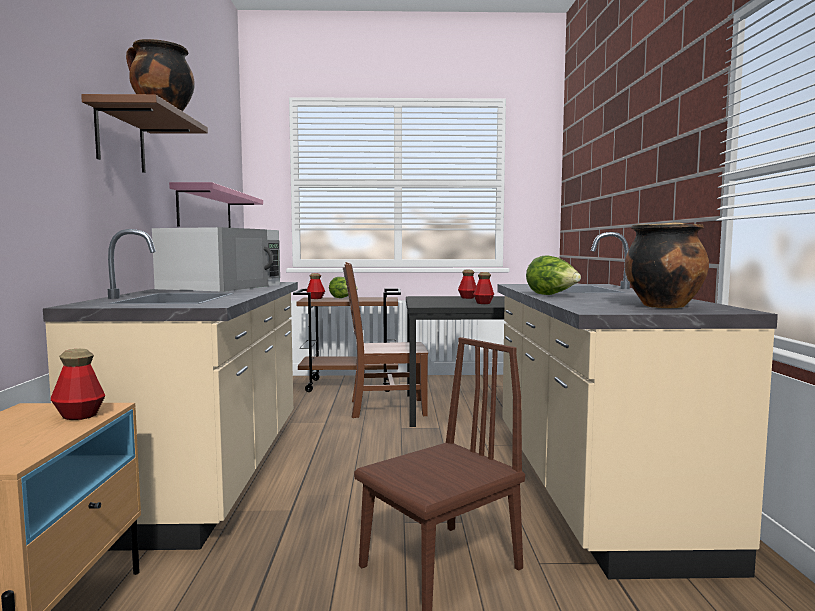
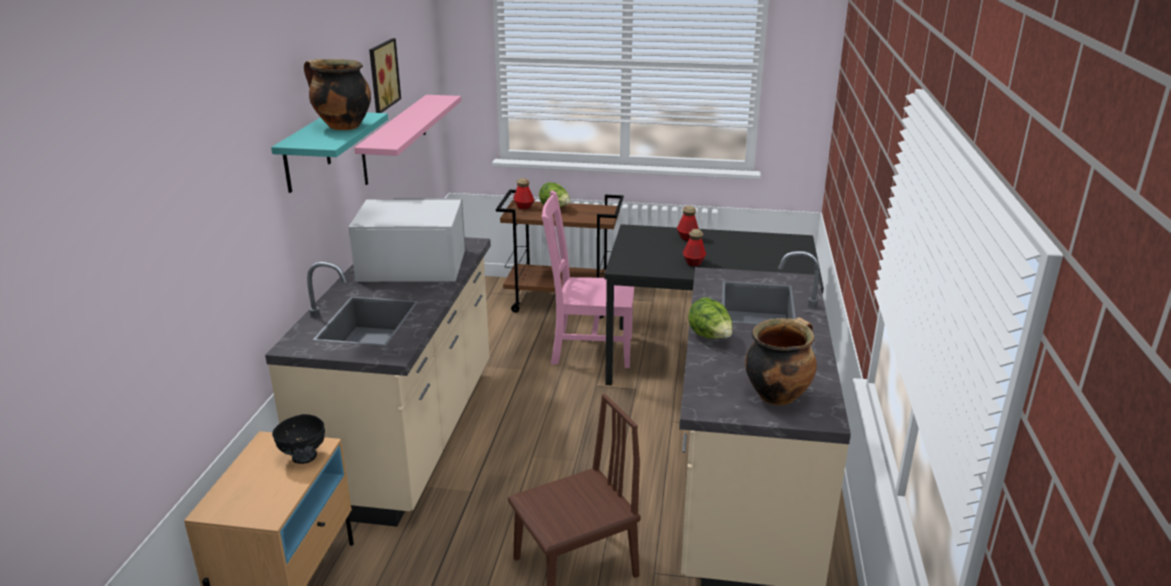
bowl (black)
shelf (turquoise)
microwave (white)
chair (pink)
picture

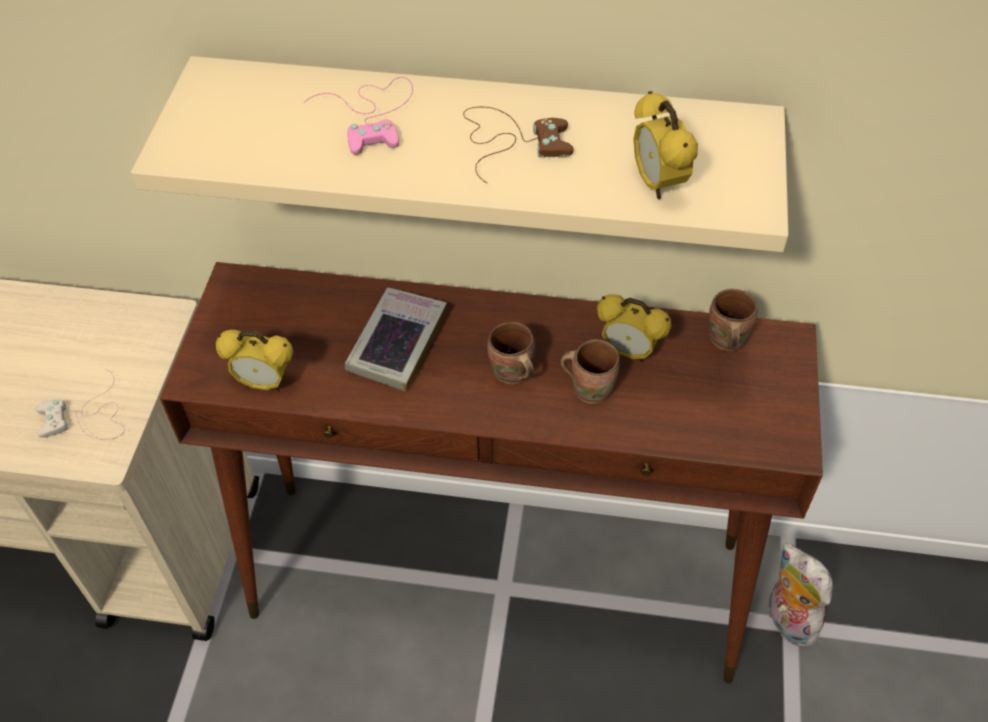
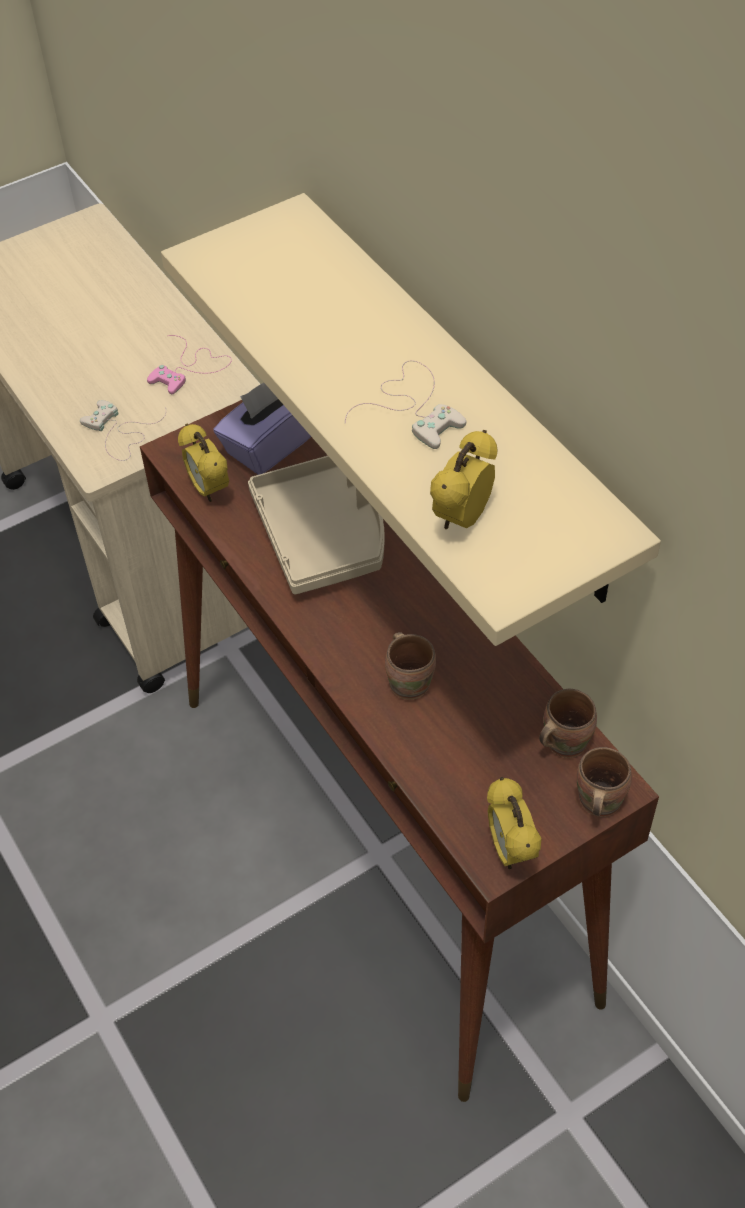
game controller (pink)
tray (beige)
game controller (white) (2nd from left)
mug (brown) (3rd from left)
alarm clock (3rd from left)
plush toy
tissue box (purple)

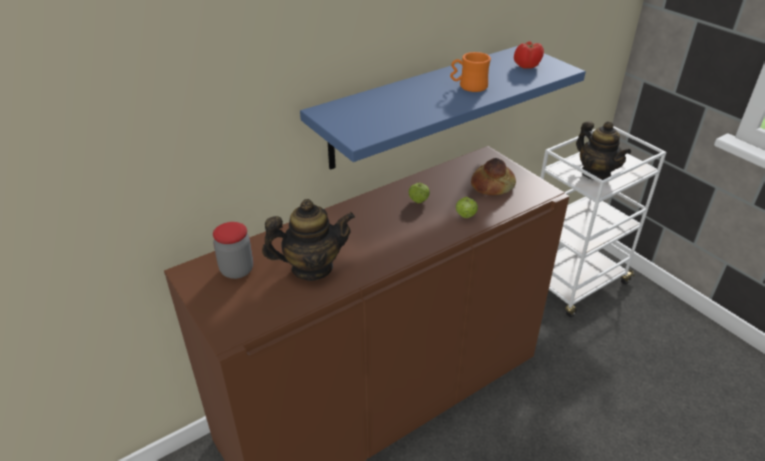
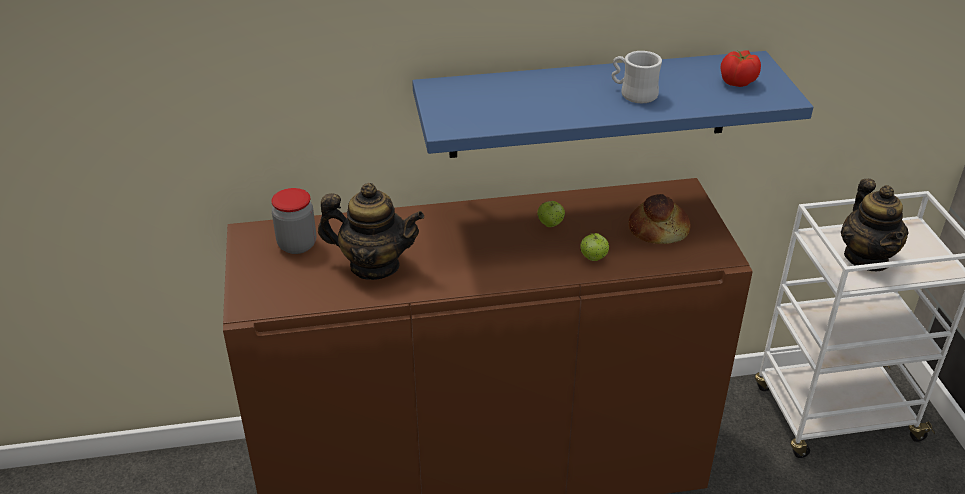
mug (white)

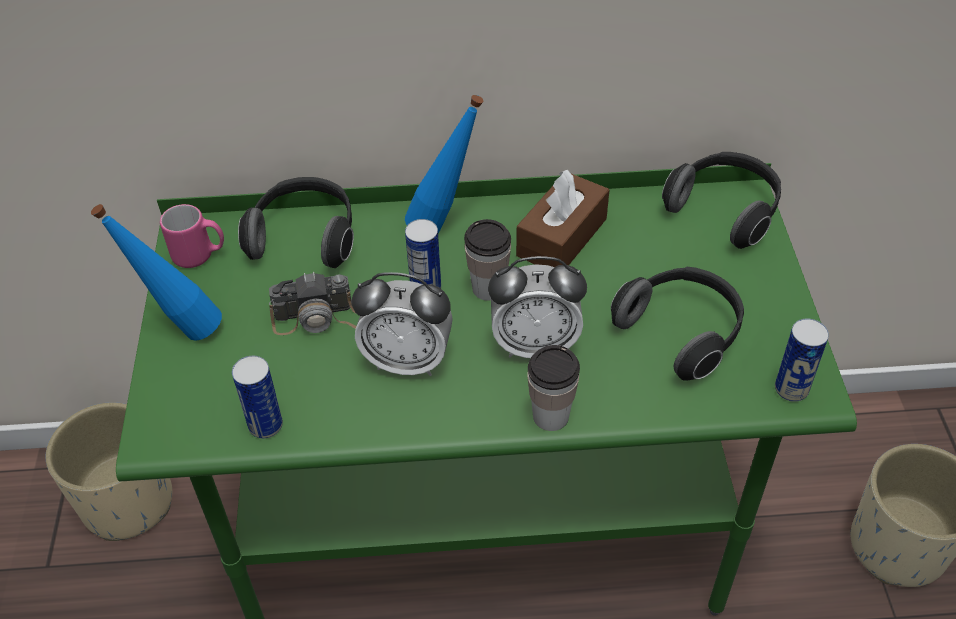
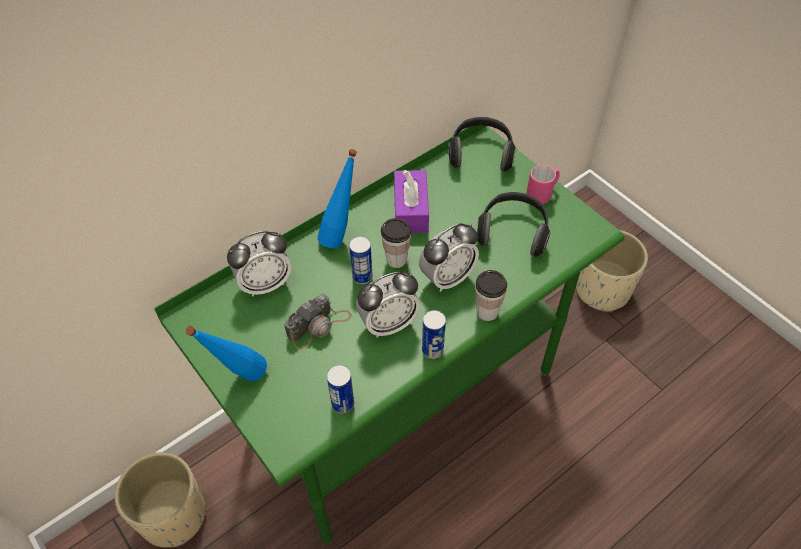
mug (pink)
alarm clock (1st from left)
tissue box (purple)
can (3rd from left)

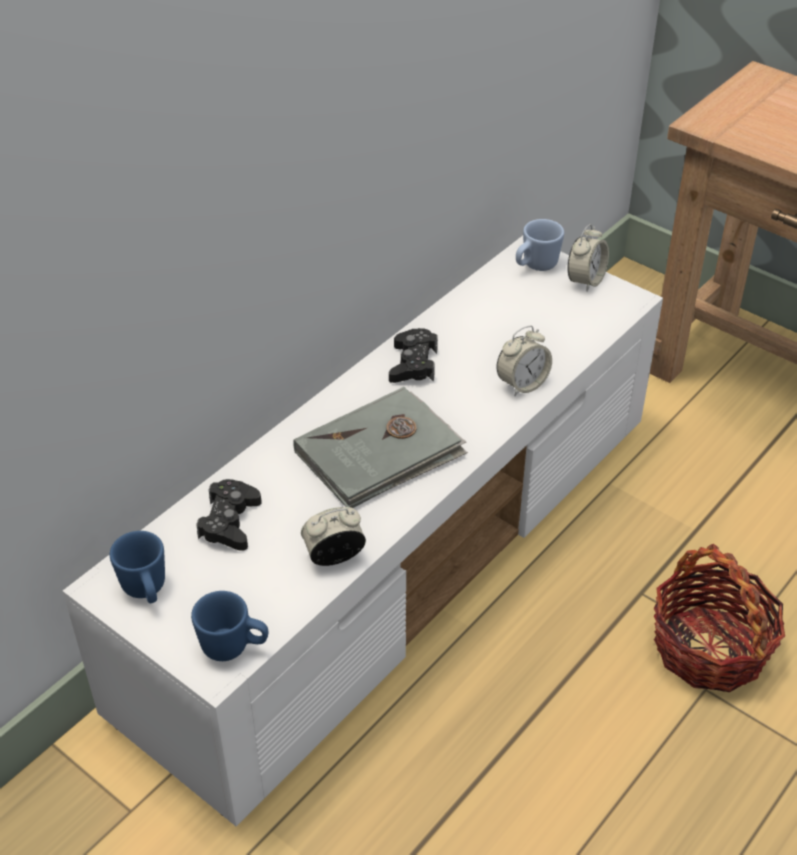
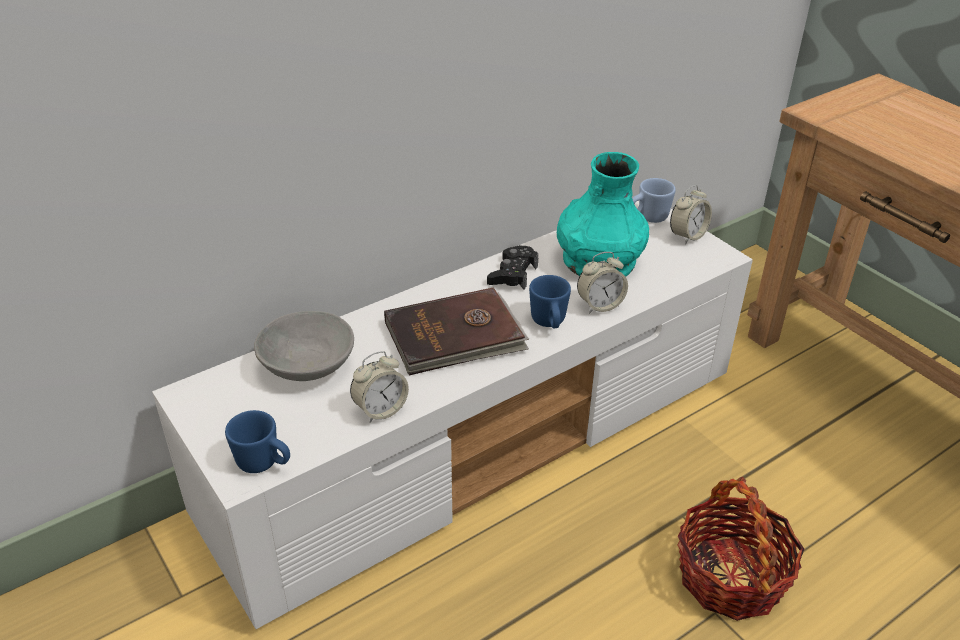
mug (blue) (2nd from left)
bowl (grey)
book (brown)
alarm clock (1st from left)
vase (turquoise)

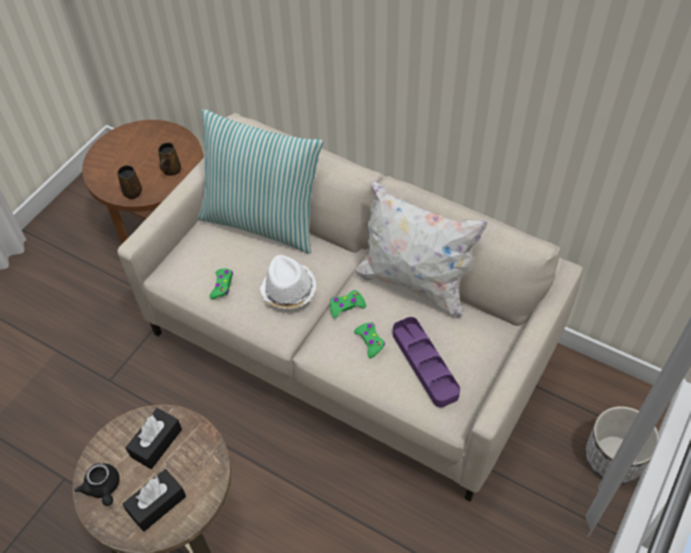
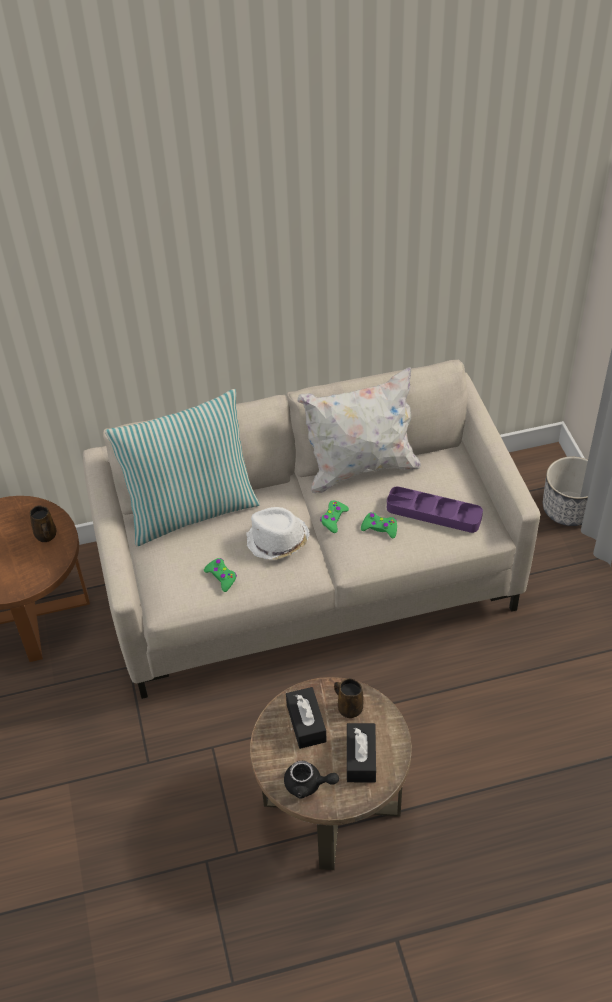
mug (brown) (2nd from left)

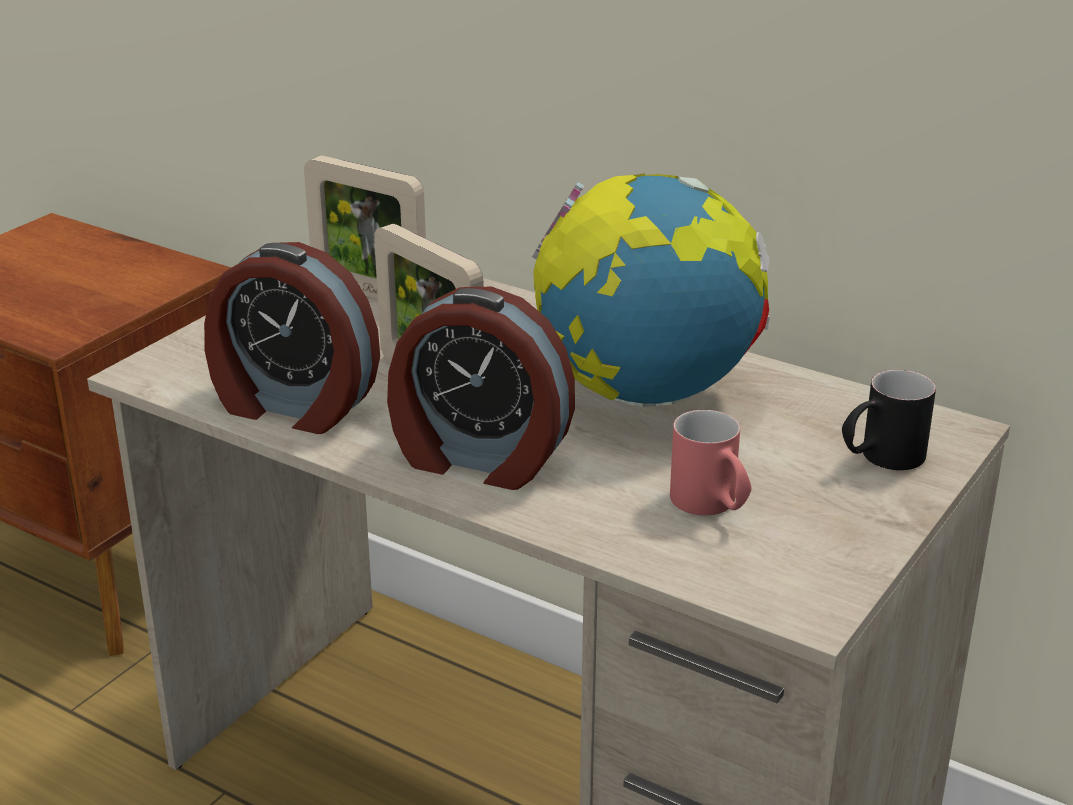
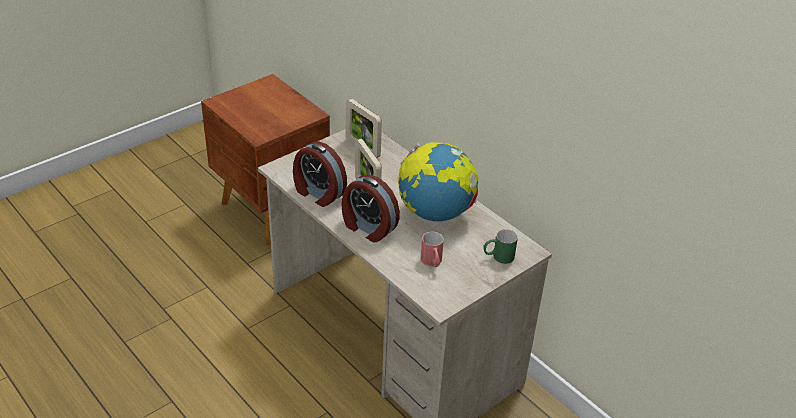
mug (green)

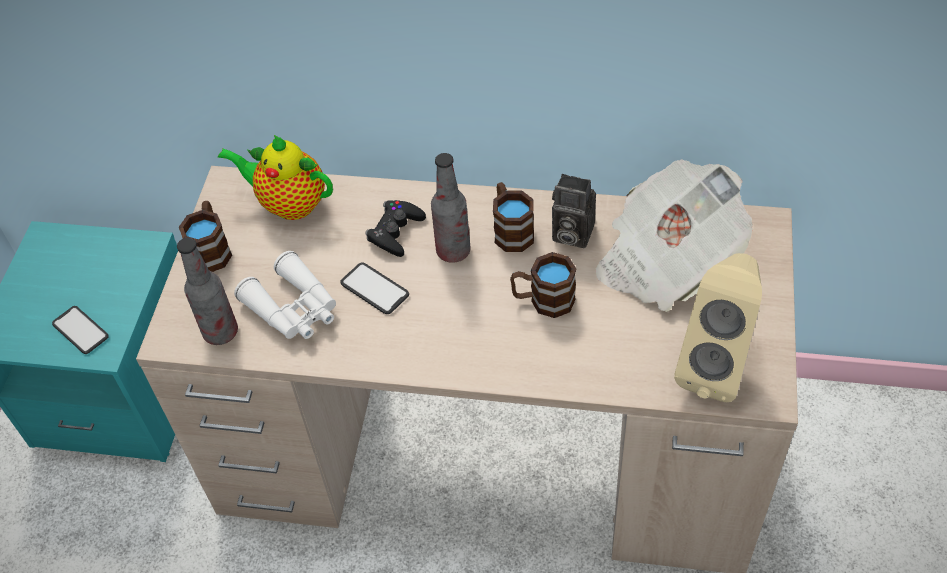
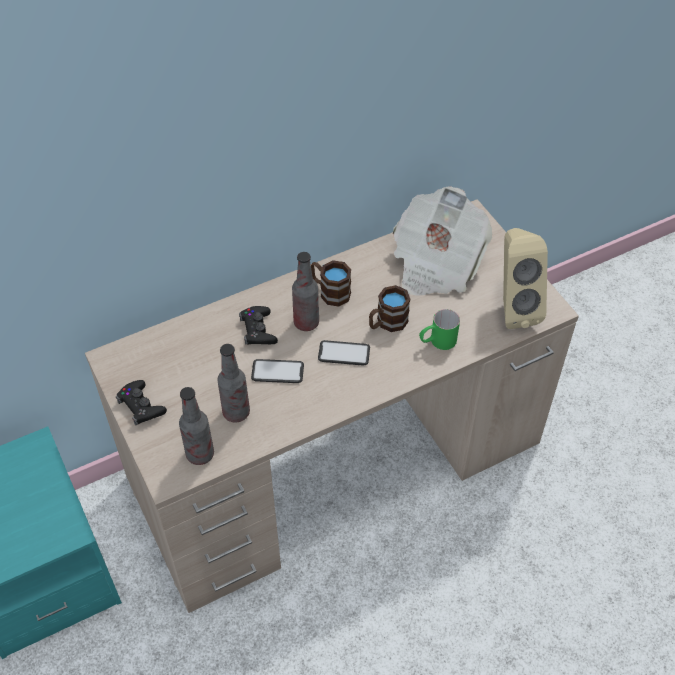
phone (2nd from left)
game controller (black) (1st from left)
teapot
bottle (2nd from left)
photo camera
mug (green)

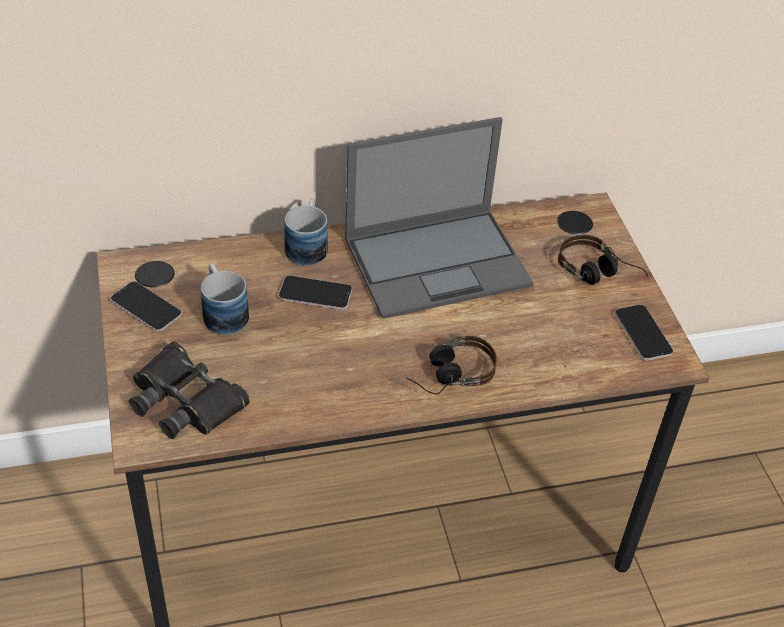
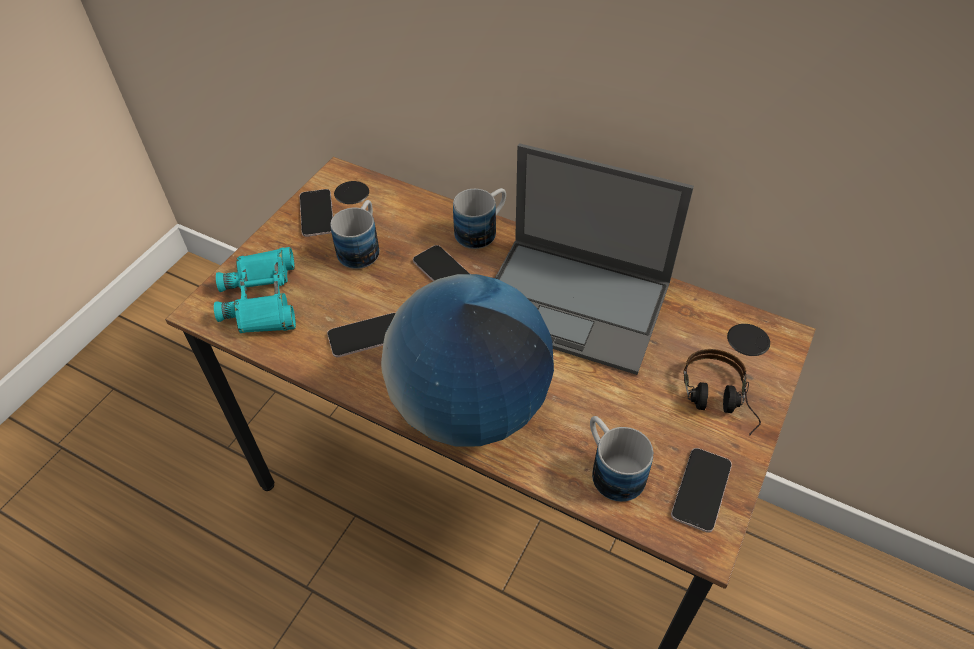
binoculars (turquoise)
globe
phone (2nd from left)
mug (3rd from left)

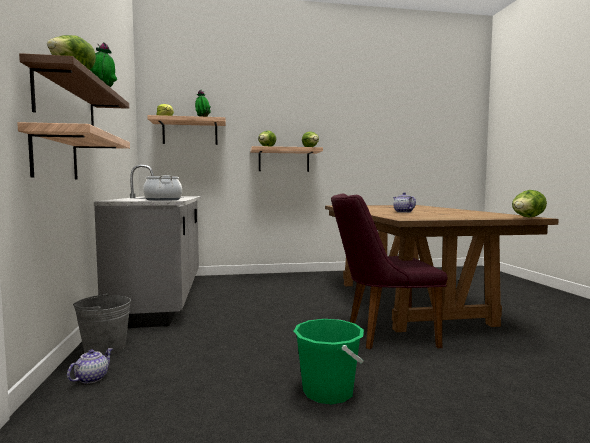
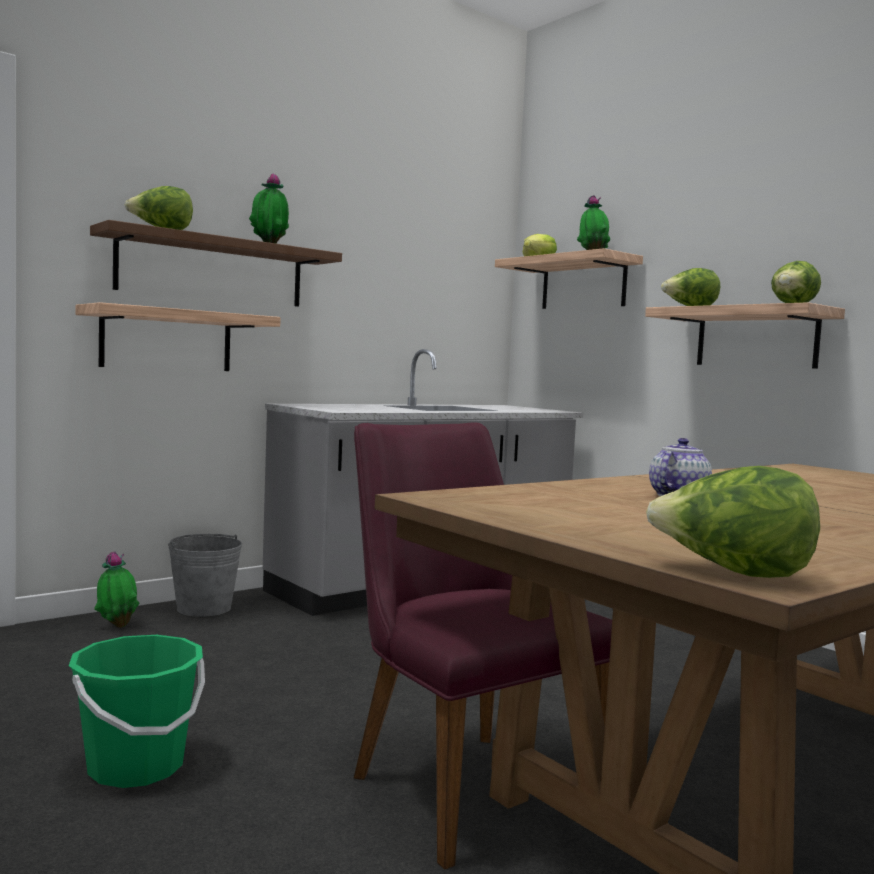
potted plant (1st from left)
cooking pot

